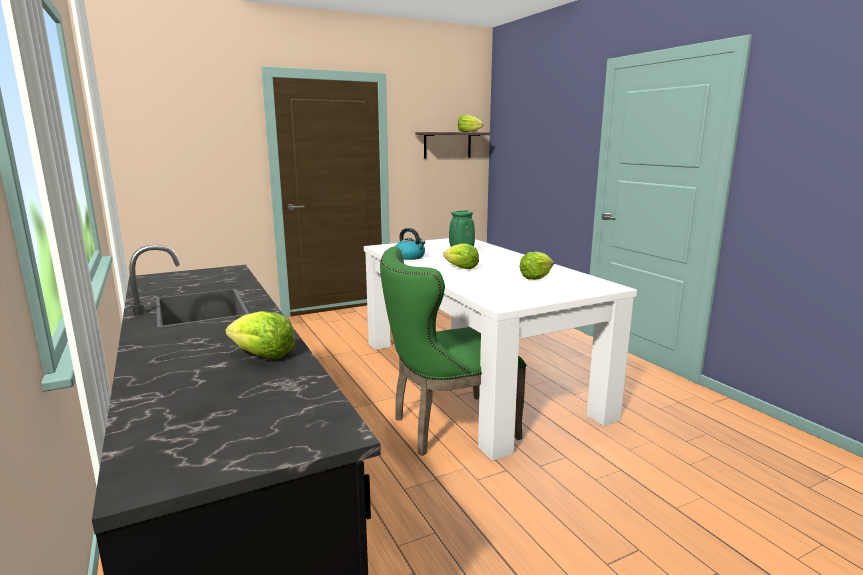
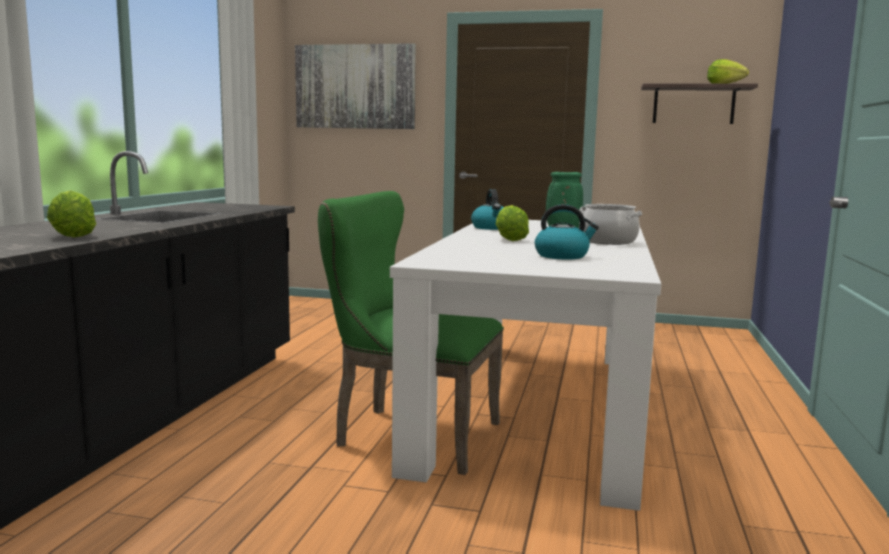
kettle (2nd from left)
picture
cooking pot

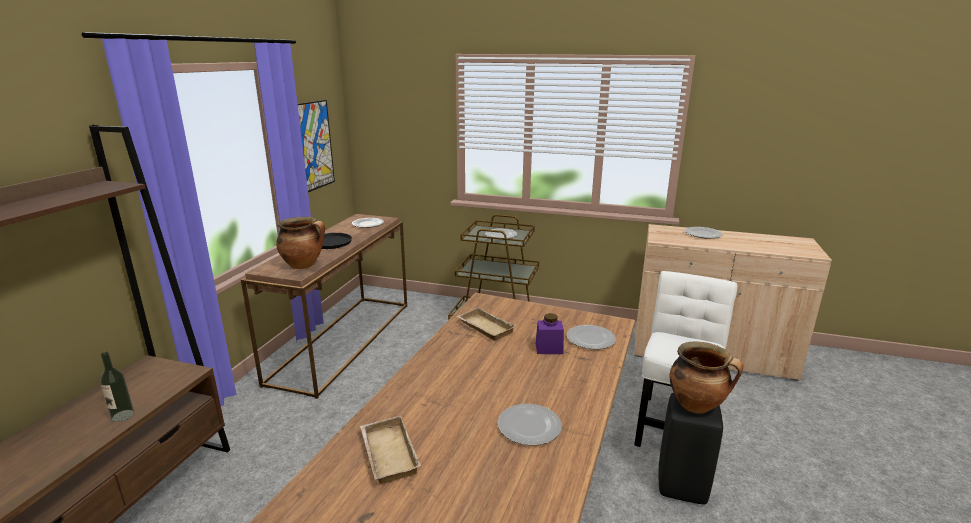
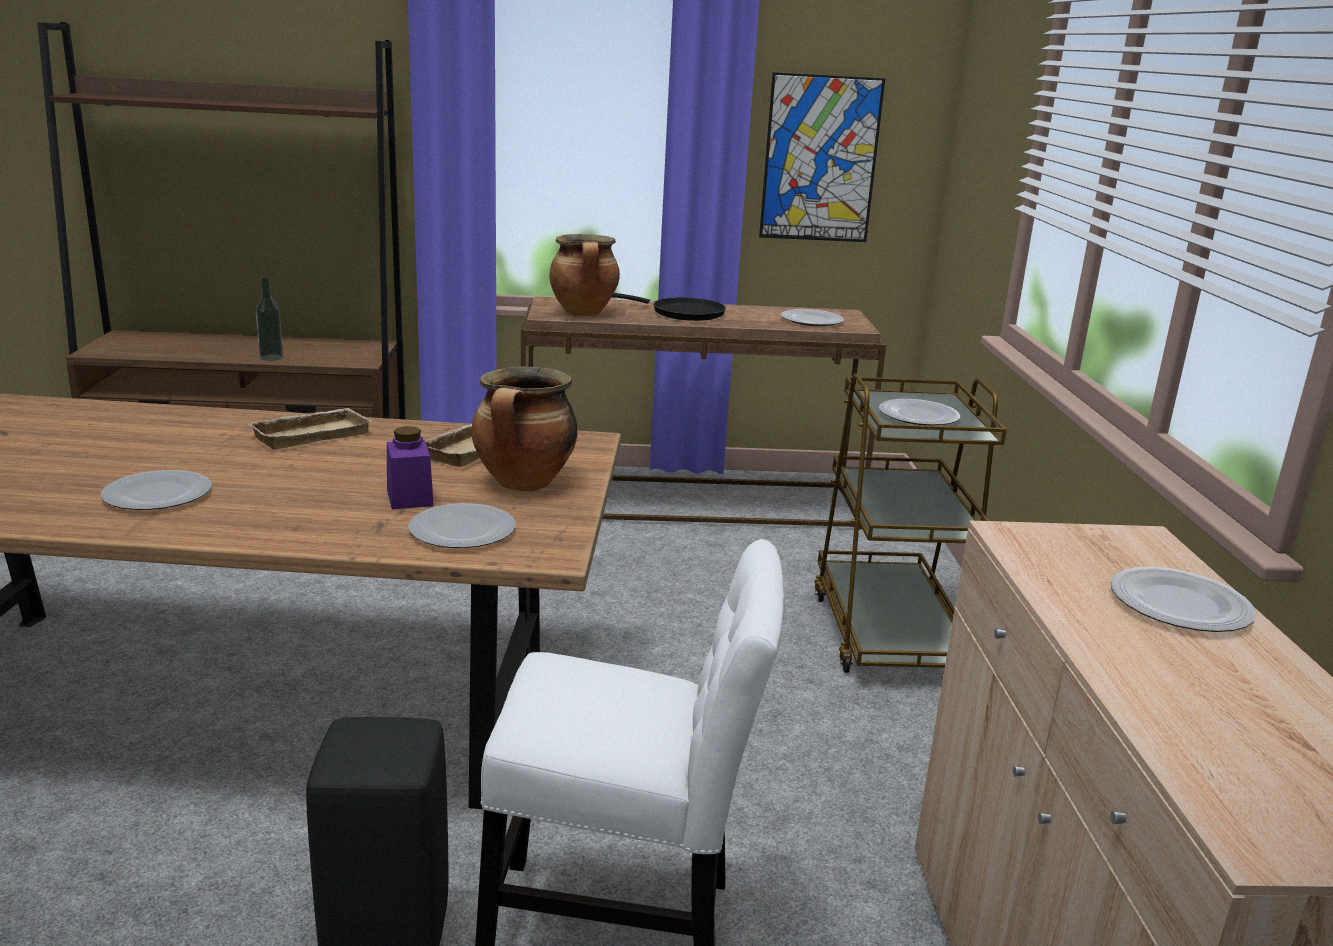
tray (beige) (1st from left)
cooking pot (1st from left)

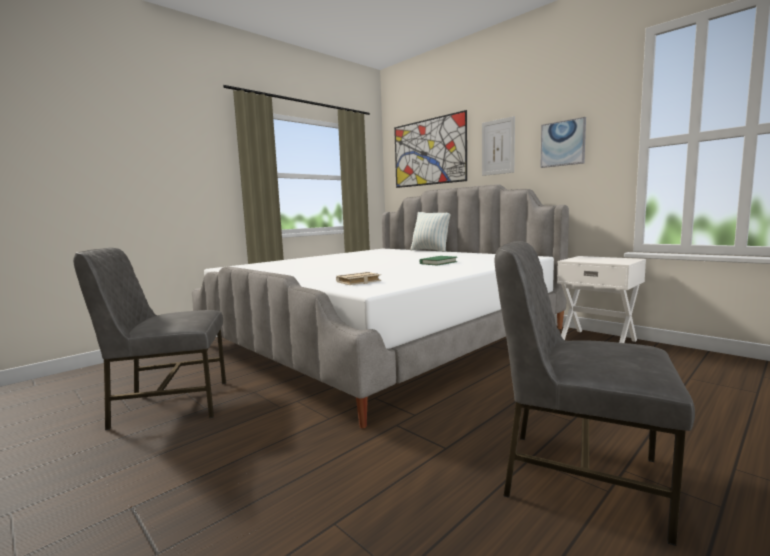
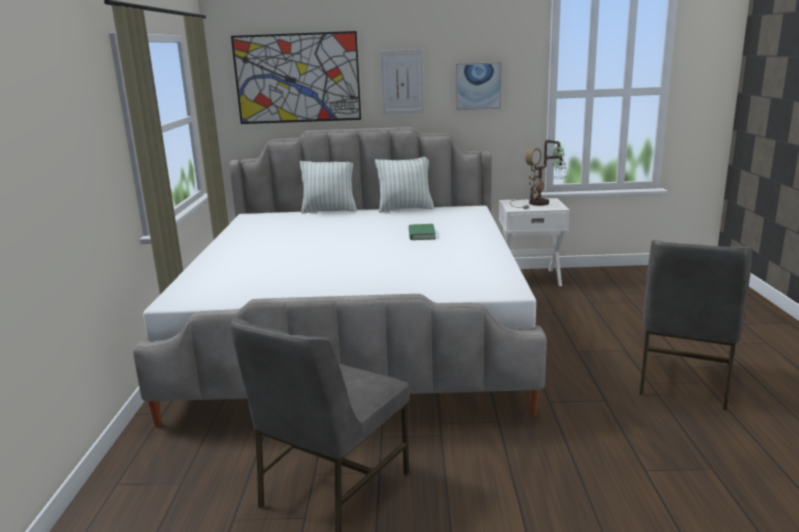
book (beige)
chair (grey) (2nd from left)
pillow (2nd from left)
table lamp

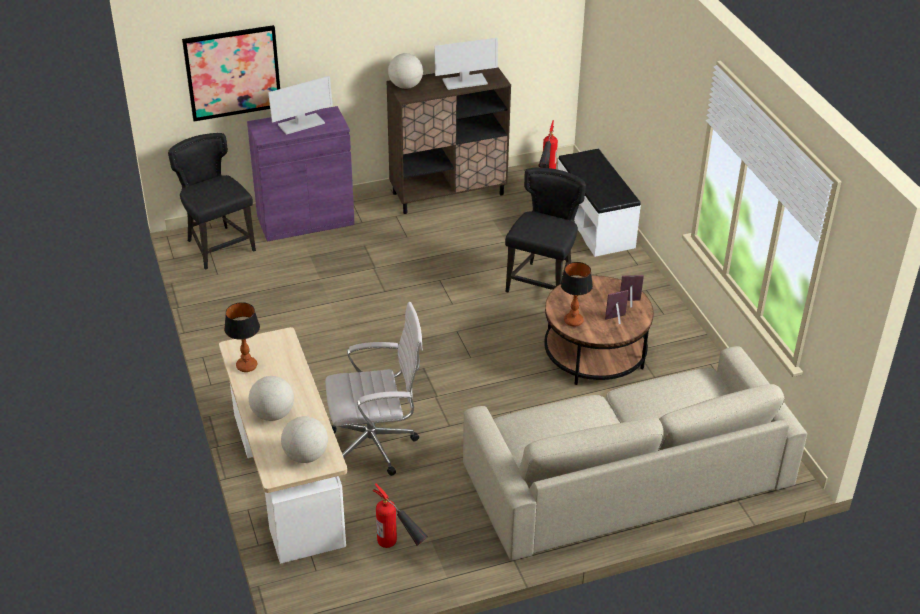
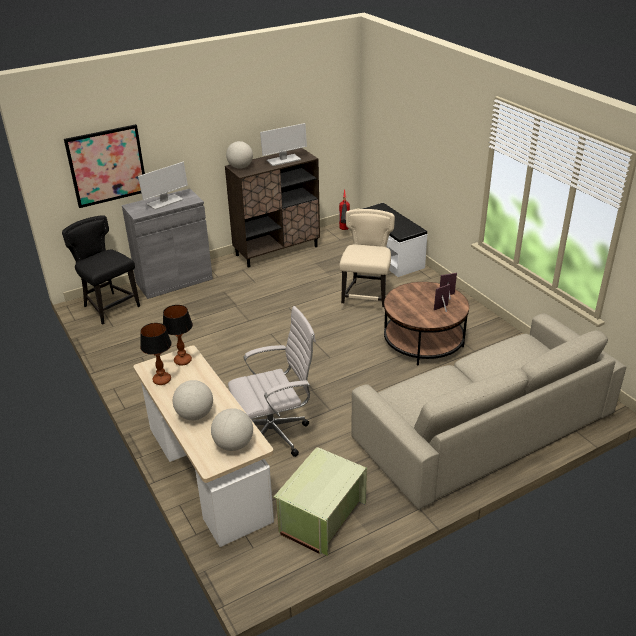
cabinet (grey)
storage box (green)
chair (beige)
table lamp (2nd from left)

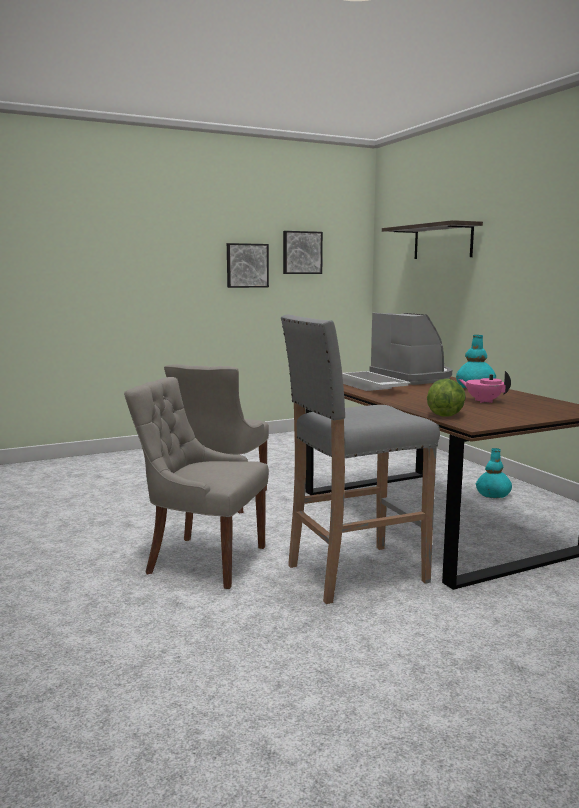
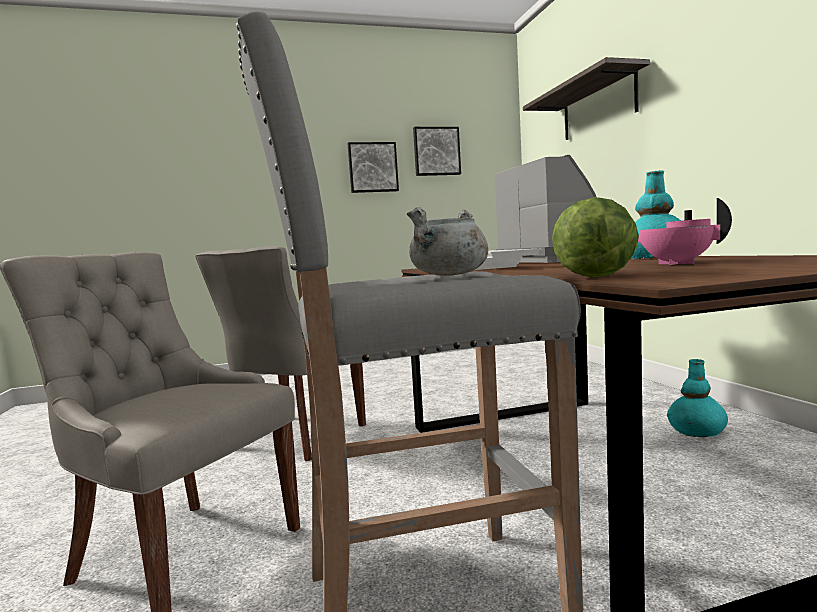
cooking pot (grey)

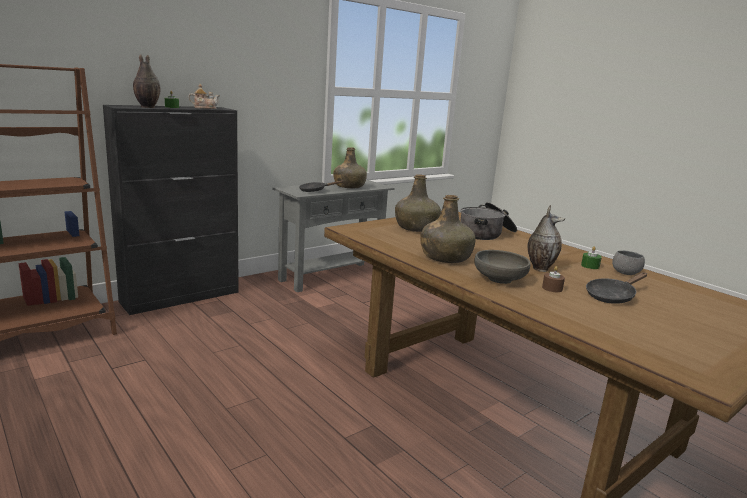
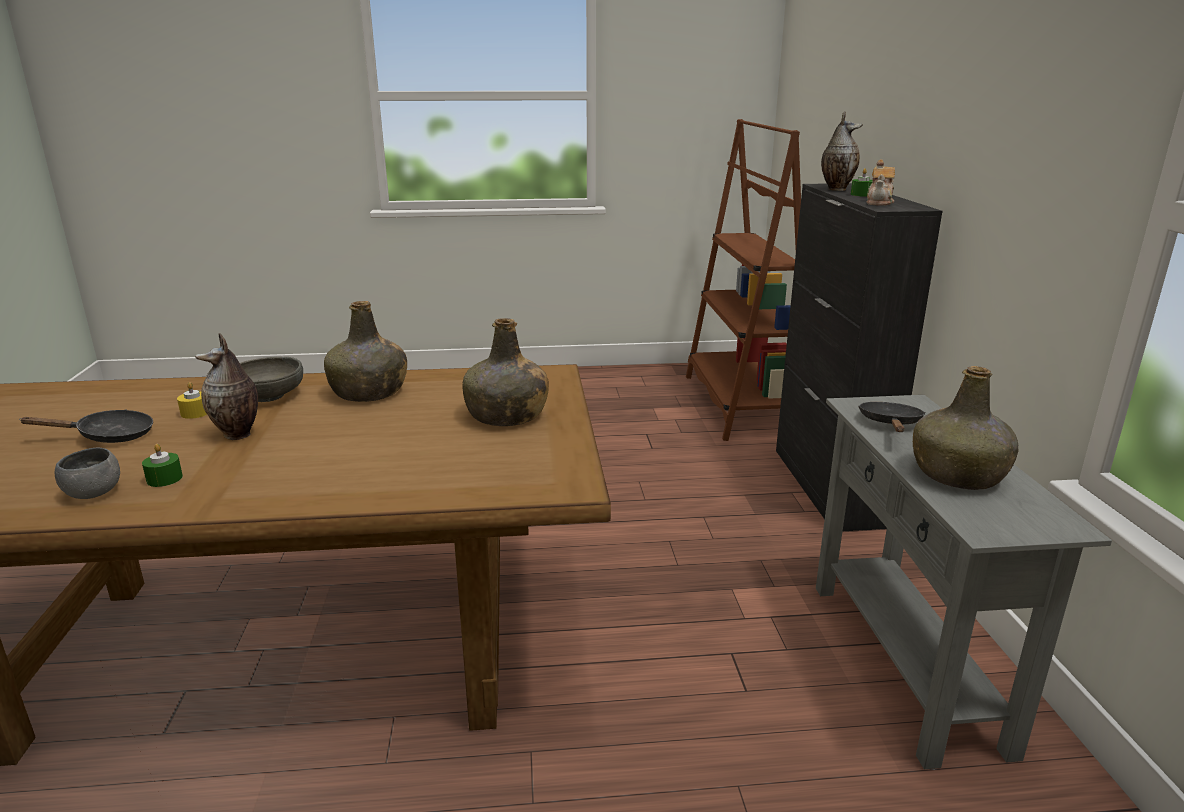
cooking pot
candle (yellow)
frying pan (black) (1st from left)

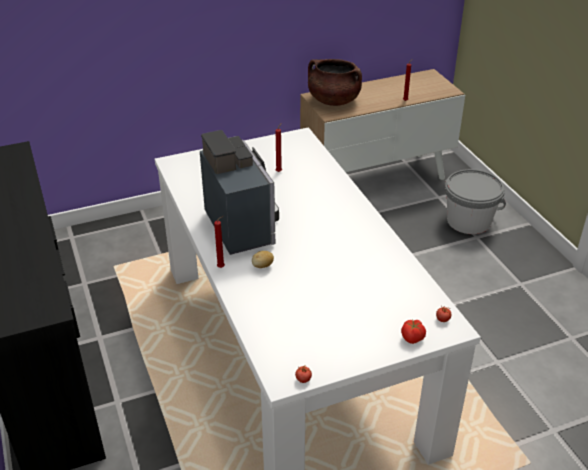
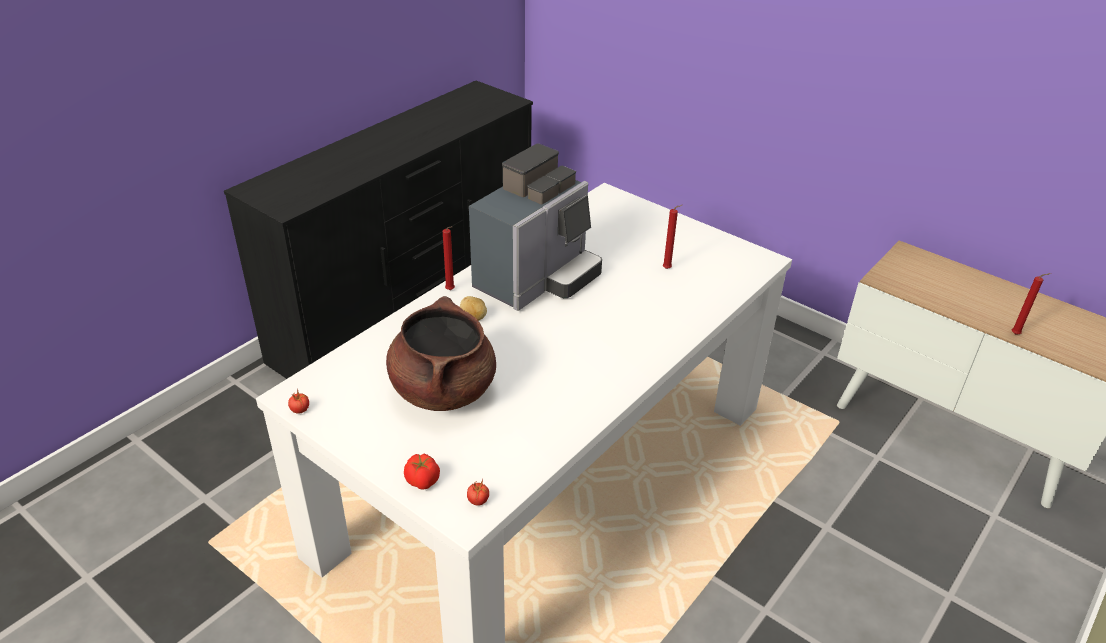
cooking pot (brown)
bucket (grey)

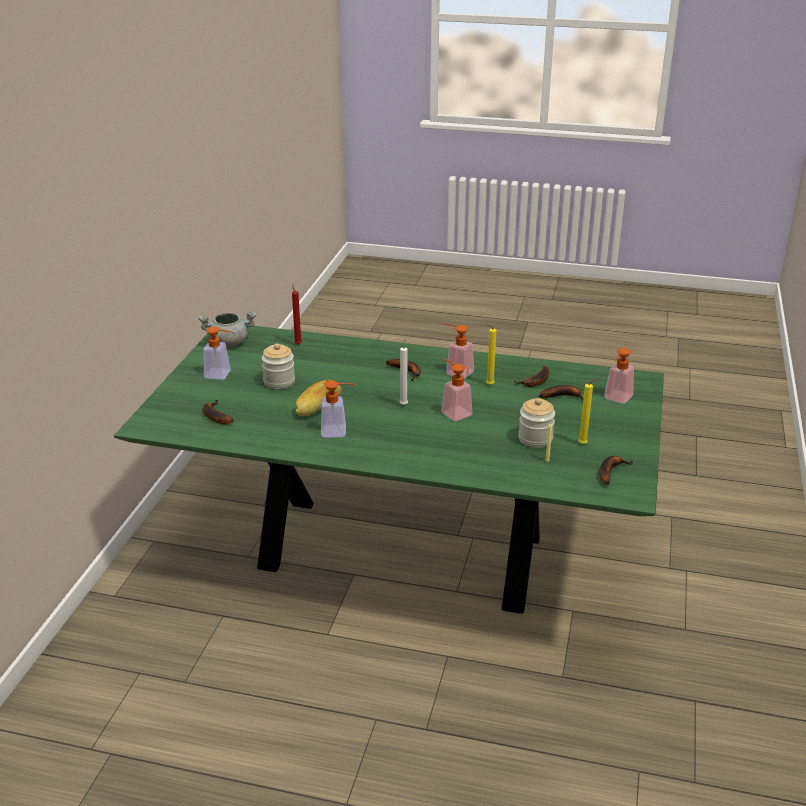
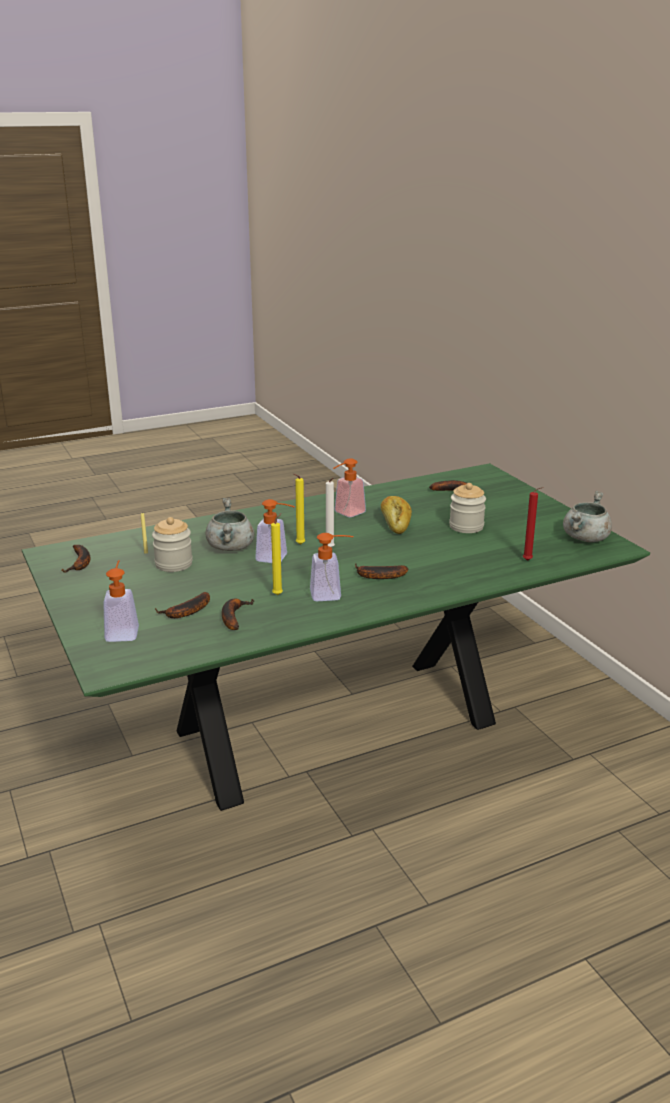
soap dispenser (1st from left in the first image)
candle (yellow) (3rd from left)
cooking pot (grey) (1st from left)

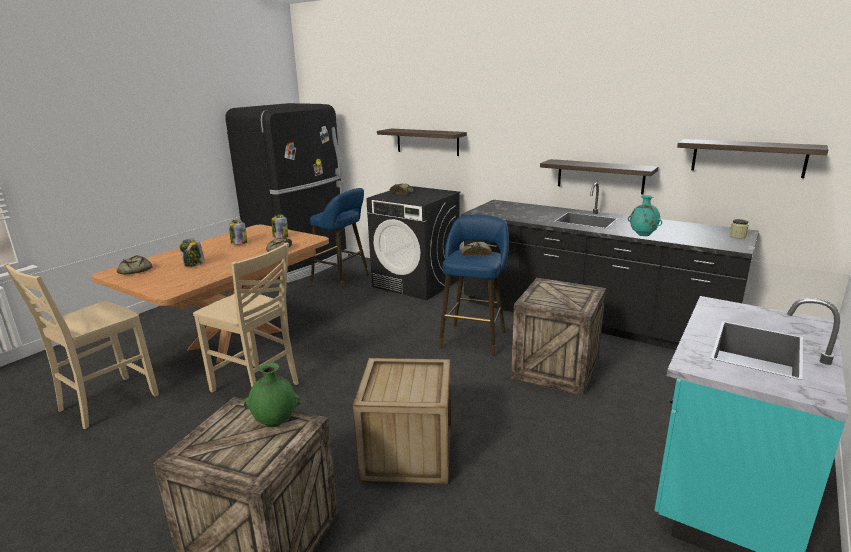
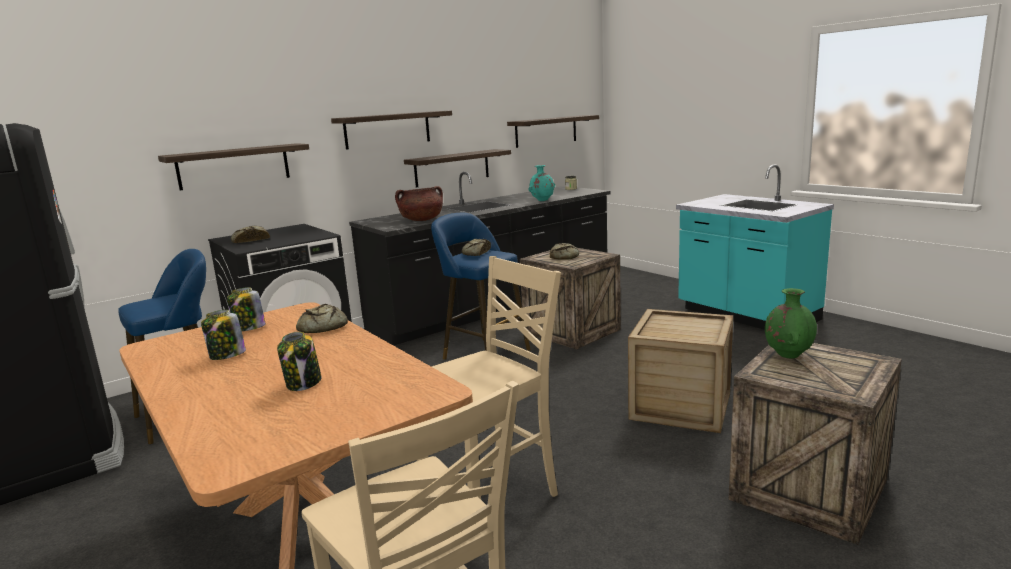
bread (4th from left)
shelf (2nd from left)
cooking pot (brown)

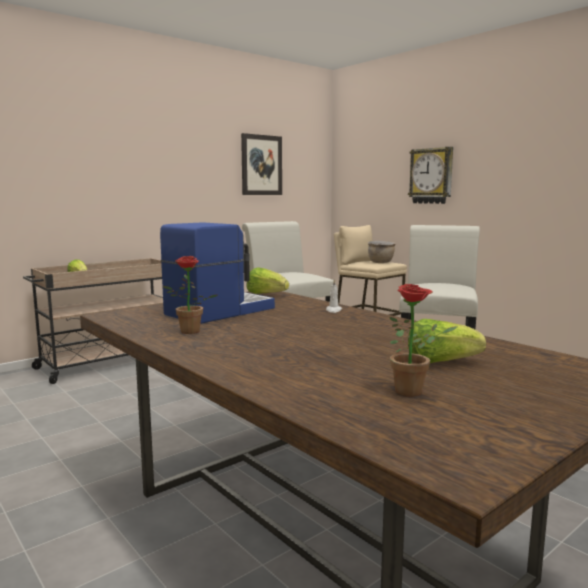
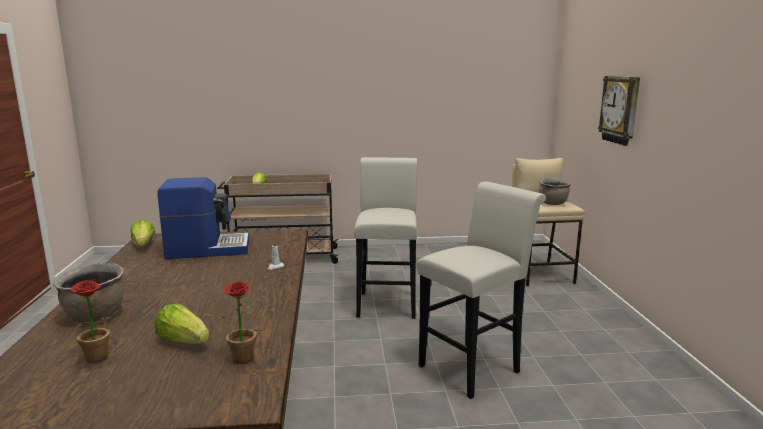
potted plant (2nd from left)
picture
lettuce (1st from left)
cooking pot (brown) (1st from left)

